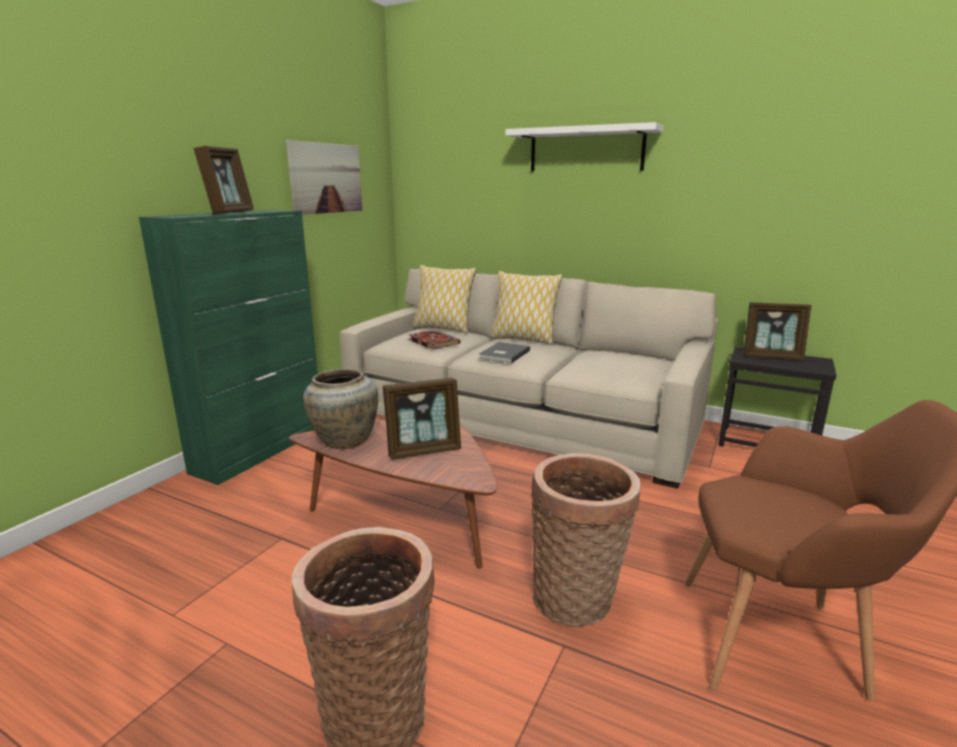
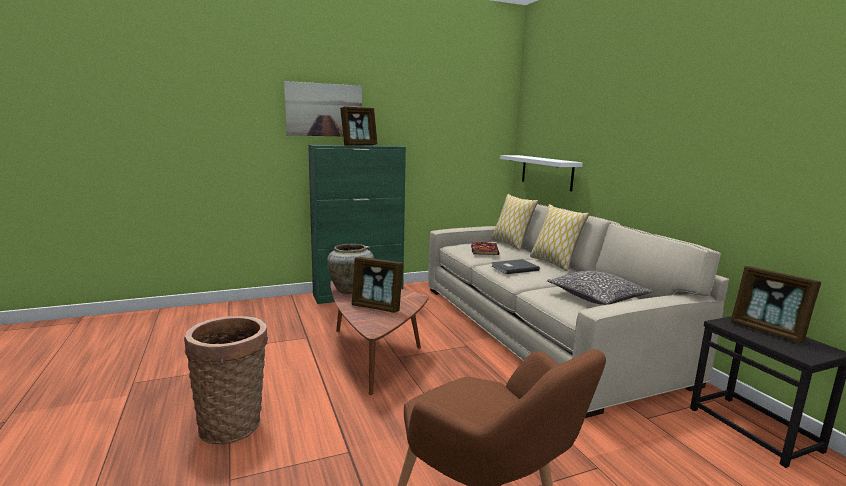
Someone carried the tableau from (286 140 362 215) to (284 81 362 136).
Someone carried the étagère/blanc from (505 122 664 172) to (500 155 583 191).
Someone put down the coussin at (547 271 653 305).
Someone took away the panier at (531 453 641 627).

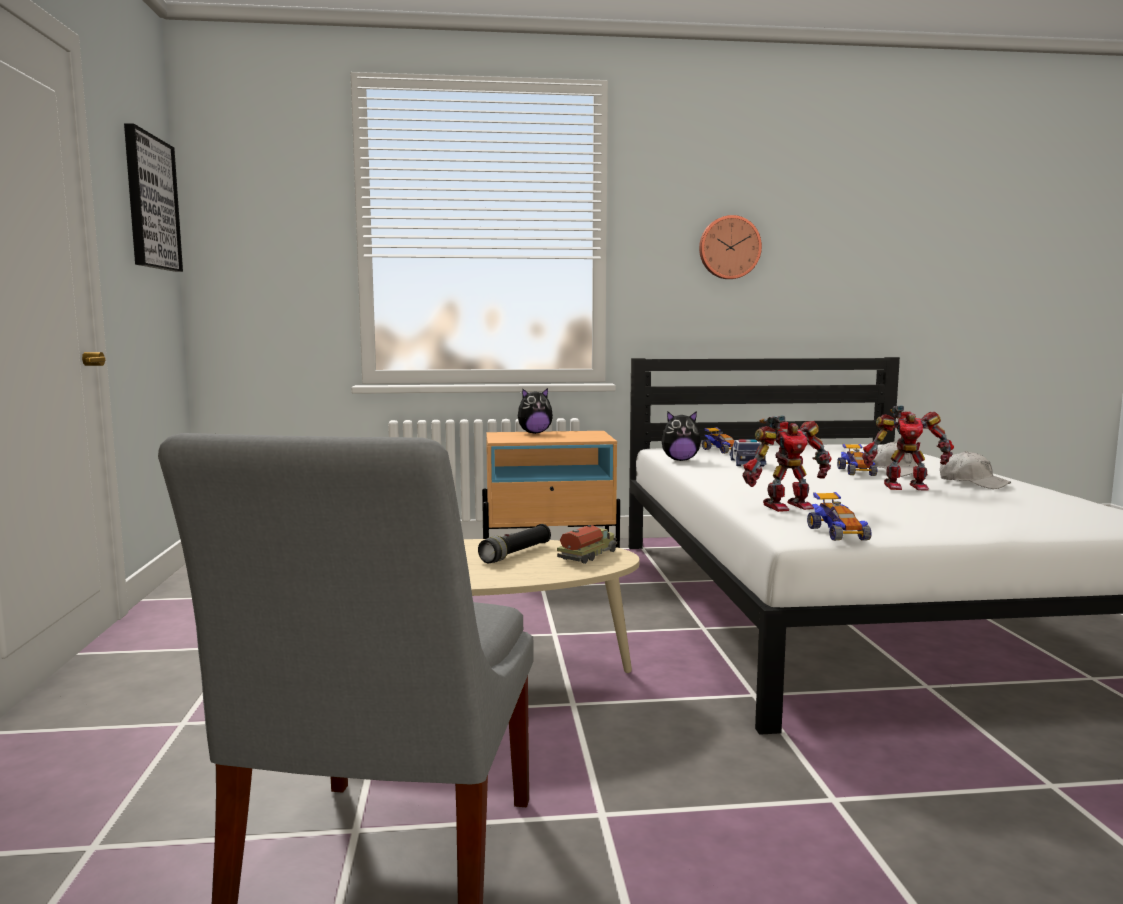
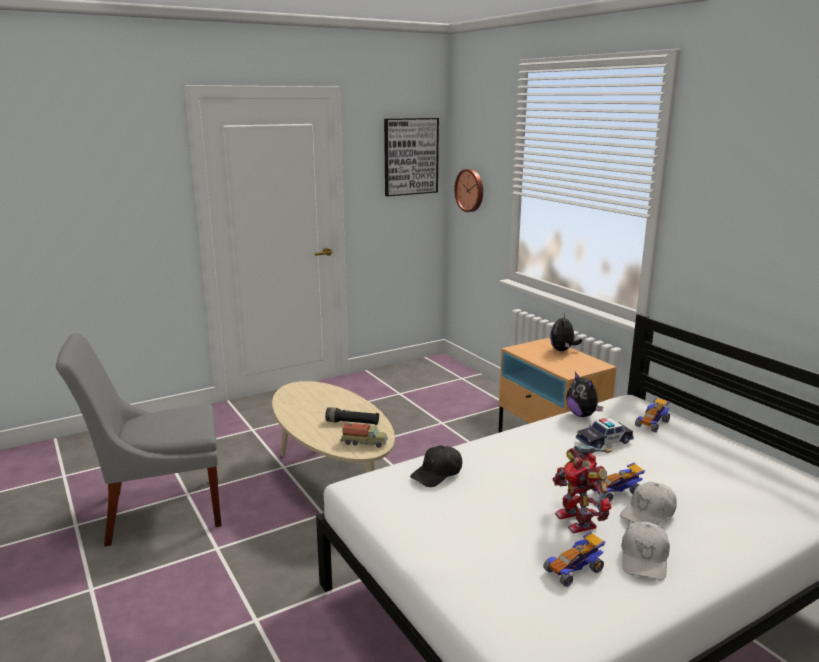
Someone swapped the robot jouet at (743 415 831 512) for the casquette/noir at (410 445 462 487).
Someone carried the horloge murale from (699 215 762 279) to (454 169 483 212).
Someone carried the petite voiture from (807 492 872 541) to (543 531 605 587).
Someone rotated the peluche at (518 388 553 434) by 60 degrees clockwise.

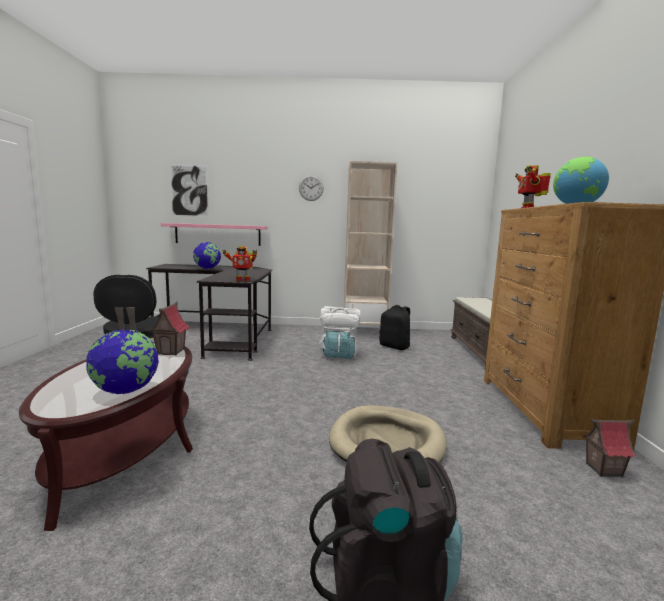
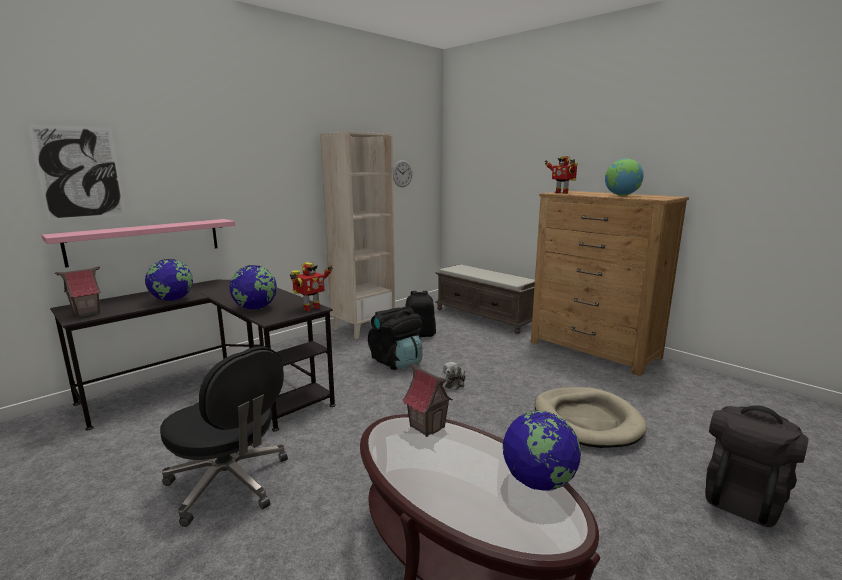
Someone carried the maison miniature from (583 419 637 477) to (55 266 101 318).
Someone put down the globe at (229 265 277 310).
Someone repainted the sac à dos/blanc at (319 306 360 359), which became the sac à dos/noir at (368 307 423 370).
Someone carried the horloge murale from (299 175 324 201) to (393 160 412 187).
Someone put down the peluche at (443 362 465 390).

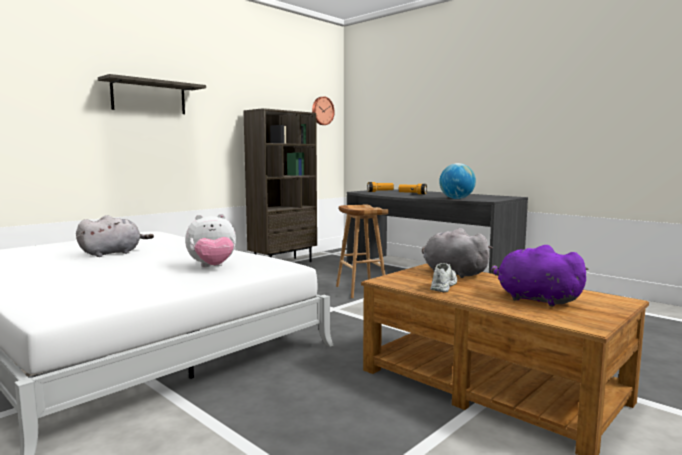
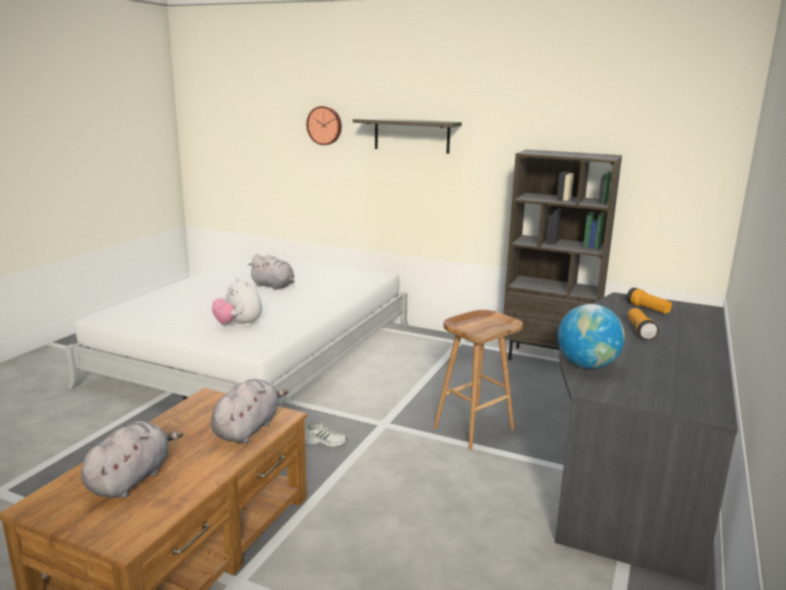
Someone repainted the peluche/violet at (491 245 589 307), which became the peluche/gris at (81 421 183 498).
Someone carried the chaussure/blanc from (430 263 457 292) to (305 423 347 447).
Someone carried the horloge murale from (312 97 335 125) to (306 106 342 145).

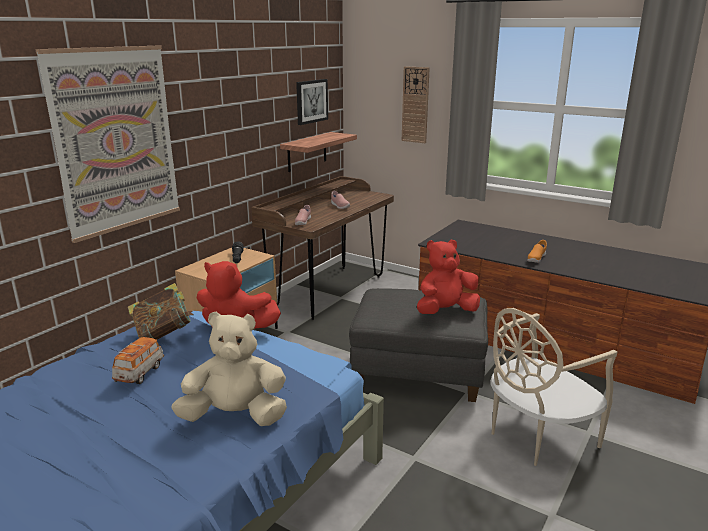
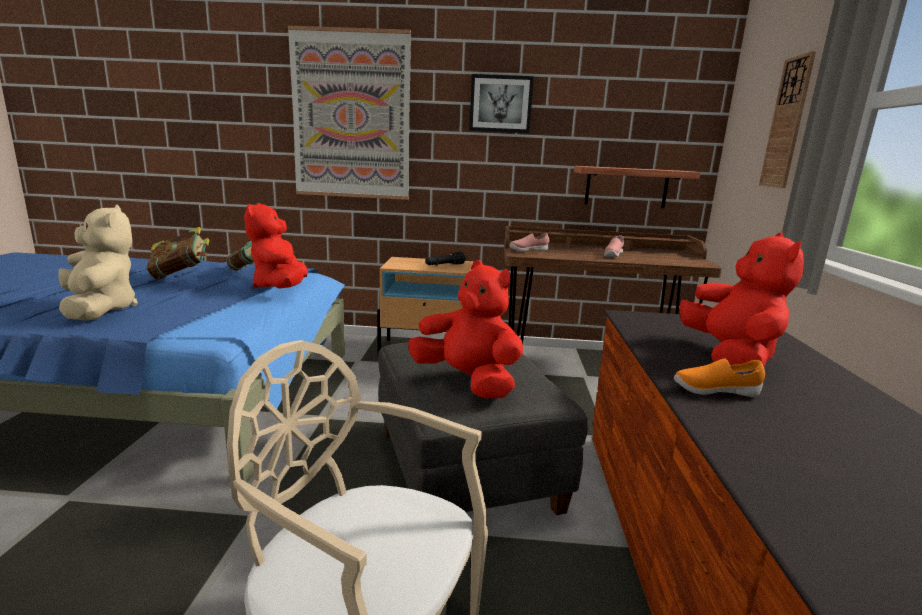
Someone swapped the petite voiture at (112 337 164 384) for the livre at (146 227 209 279).
Someone carried the tableau from (296 79 328 125) to (469 74 534 133).
Someone put down the peluche/rouge at (680 233 804 366).

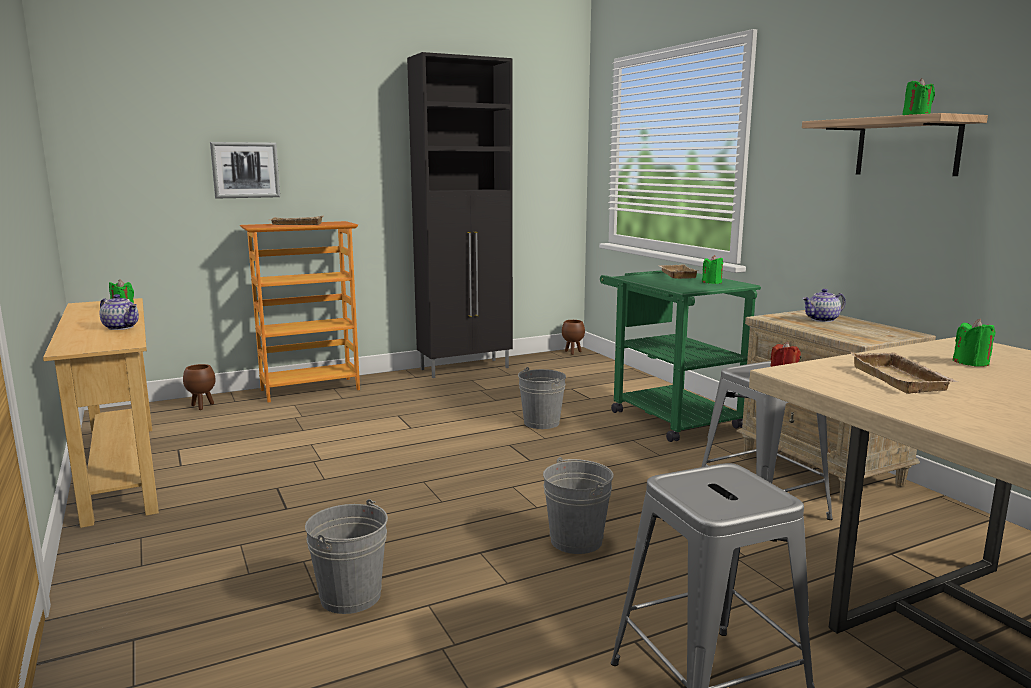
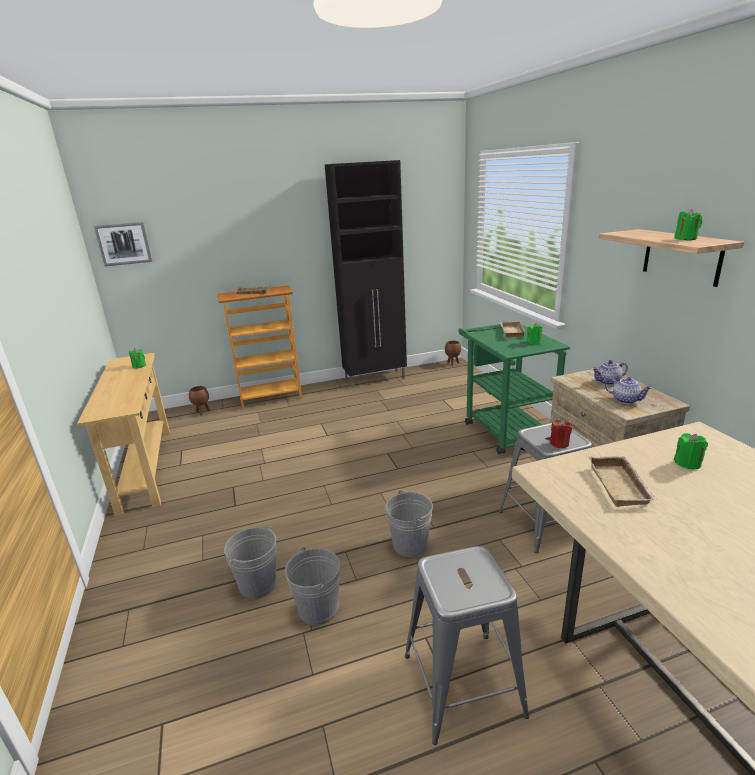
Someone carried the tableau from (210 142 280 198) to (94 222 152 266).
Someone carried the seau/gris from (518 367 566 429) to (285 547 340 626).
Someone carried the théière from (99 294 139 330) to (605 377 652 404).

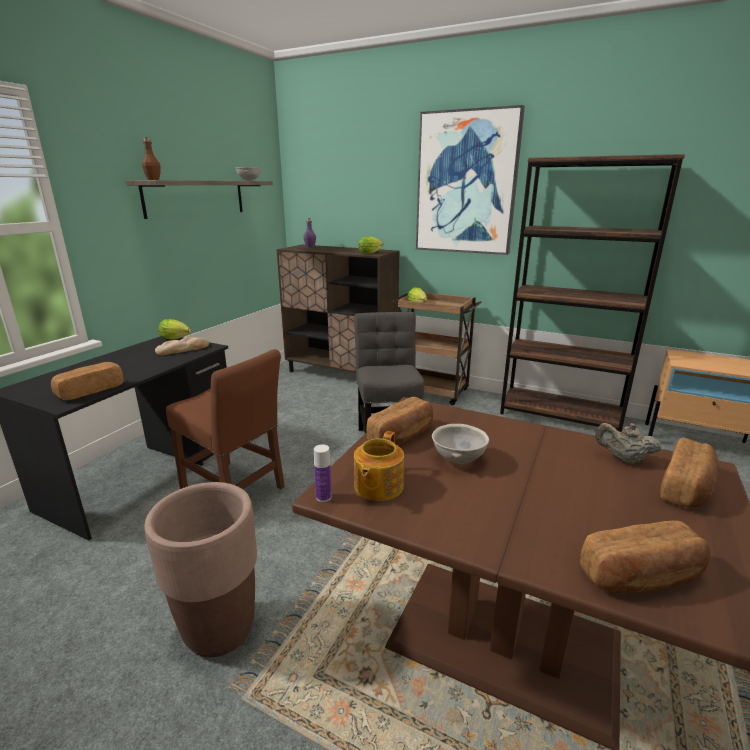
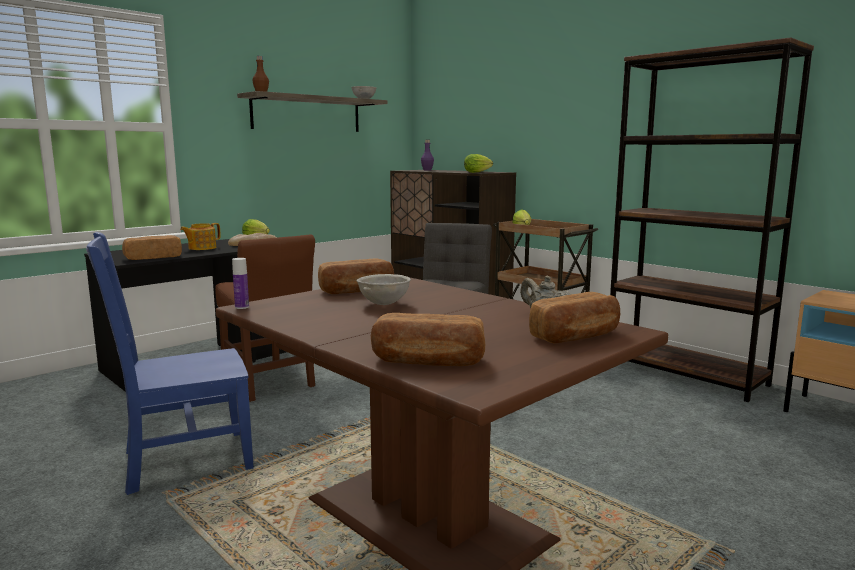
Someone swapped the cache-pot/marron at (145 482 257 657) for the chaise/bleu at (86 232 254 495).
Someone carried the théière from (354 431 404 501) to (180 223 220 250).
Someone took away the tableau at (416 105 525 255).

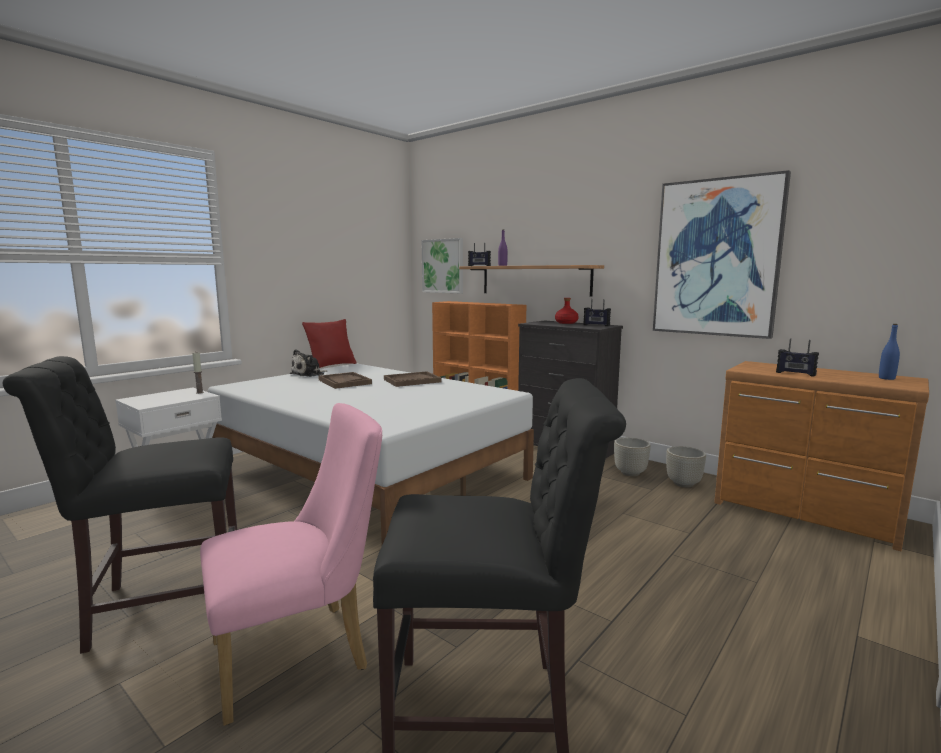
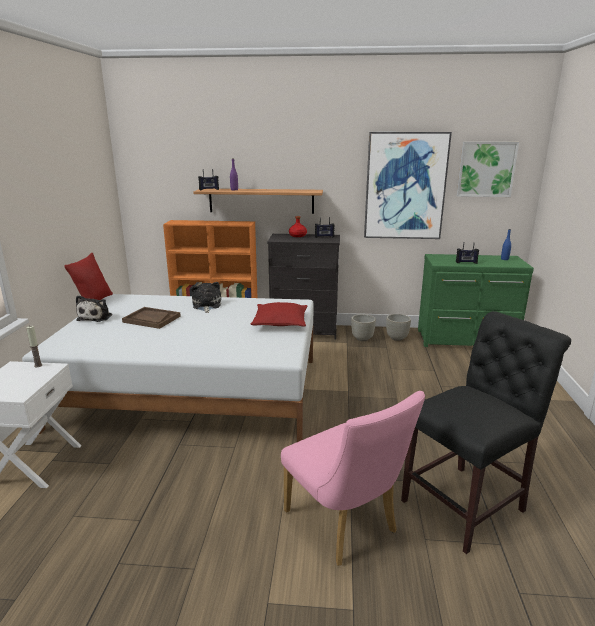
Someone swapped the plateau/marron at (384 371 441 387) for the peluche at (191 282 221 313).
Someone put down the coussin/rouge at (251 302 307 327).
Someone rotated the chaise/rose at (200 403 382 726) by 120 degrees clockwise.
Someone repainted the commode/marron at (714 361 929 551), which became the commode/vert at (418 254 534 347).
Someone carried the tableau from (421 238 463 293) to (457 142 519 197).
Someone took away the chaise/noir at (3 356 237 654).

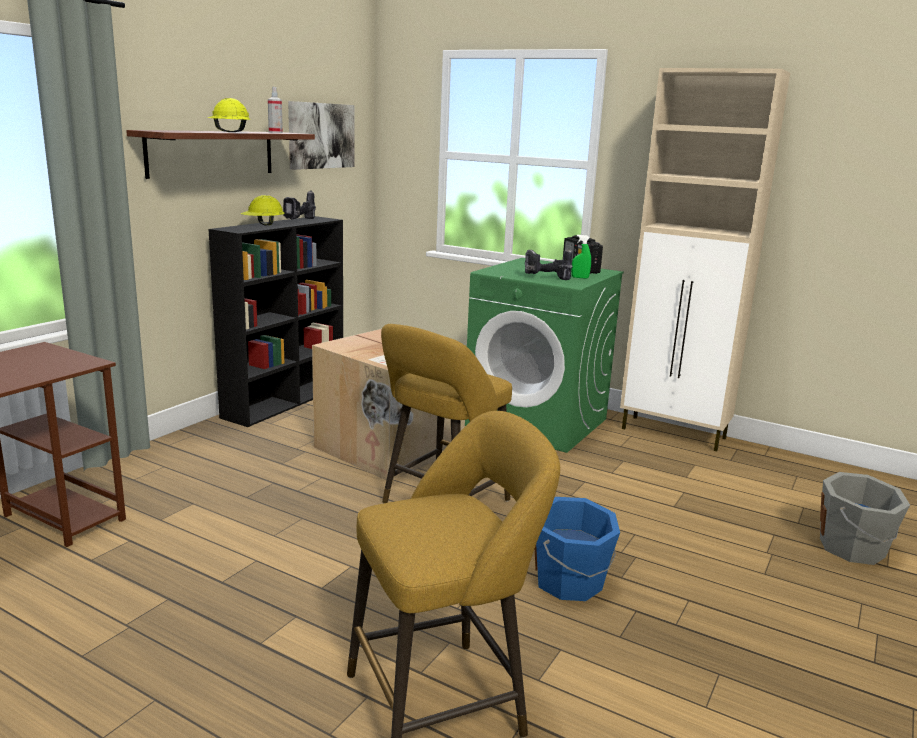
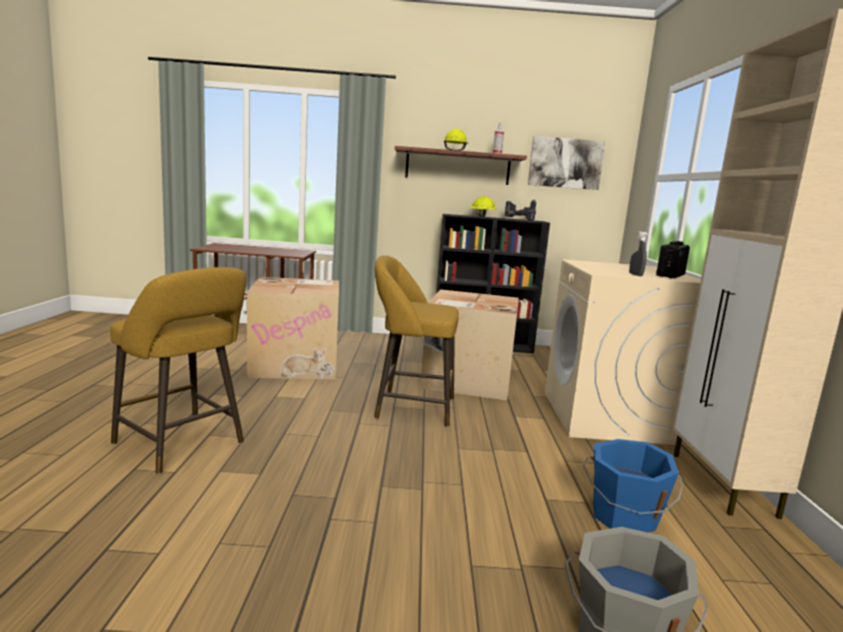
Someone put down the carton at (247 277 339 380).
Someone repainted the lave-linge/vert at (465 258 624 453), which became the lave-linge/beige at (545 260 701 445).
Someone carried the seau/bleu from (535 497 620 601) to (583 439 684 533).
Someone repainted the vaporisateur/vert at (571 235 591 279), which became the vaporisateur/gris at (629 231 648 276).
Someone took away the perceuse at (525 248 573 280).

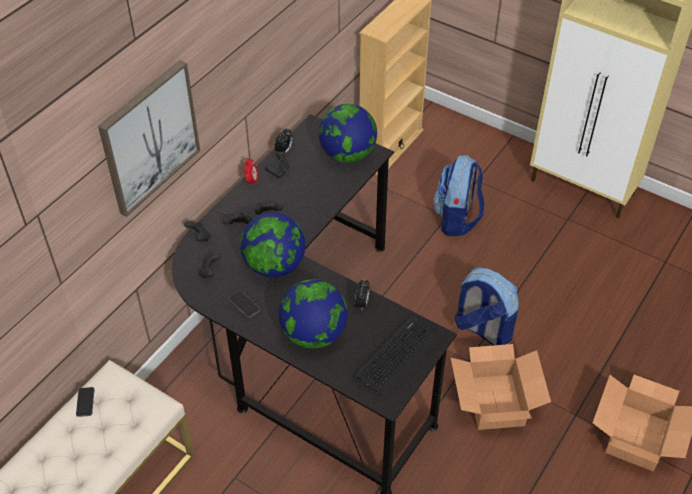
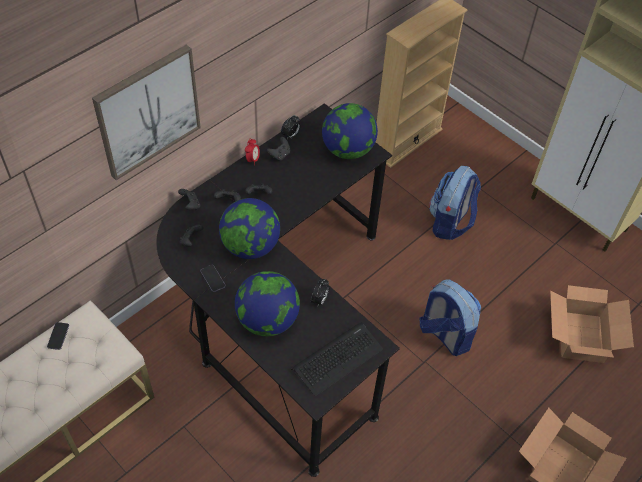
Someone carried the carton from (451 344 551 430) to (550 285 634 363).

